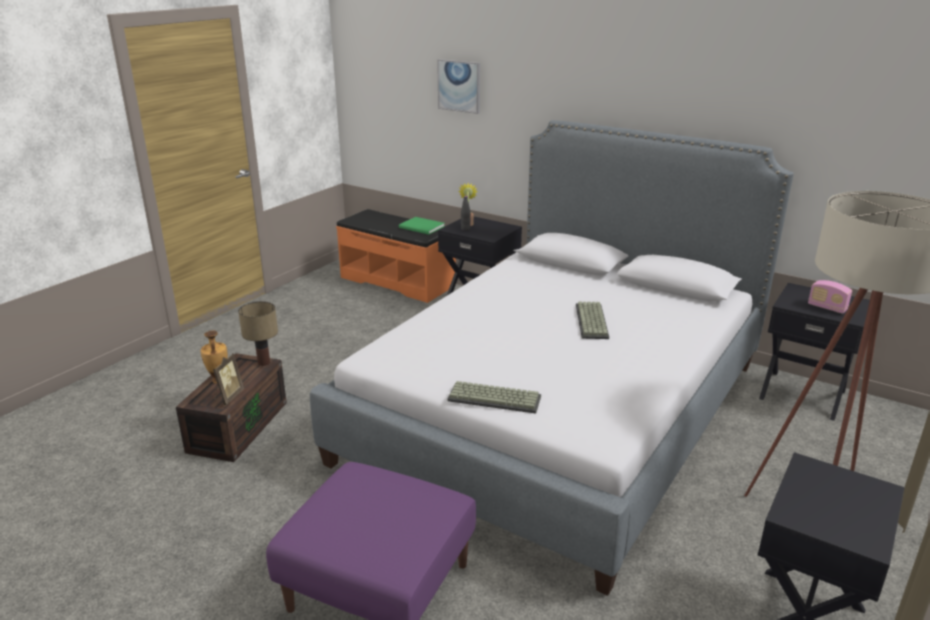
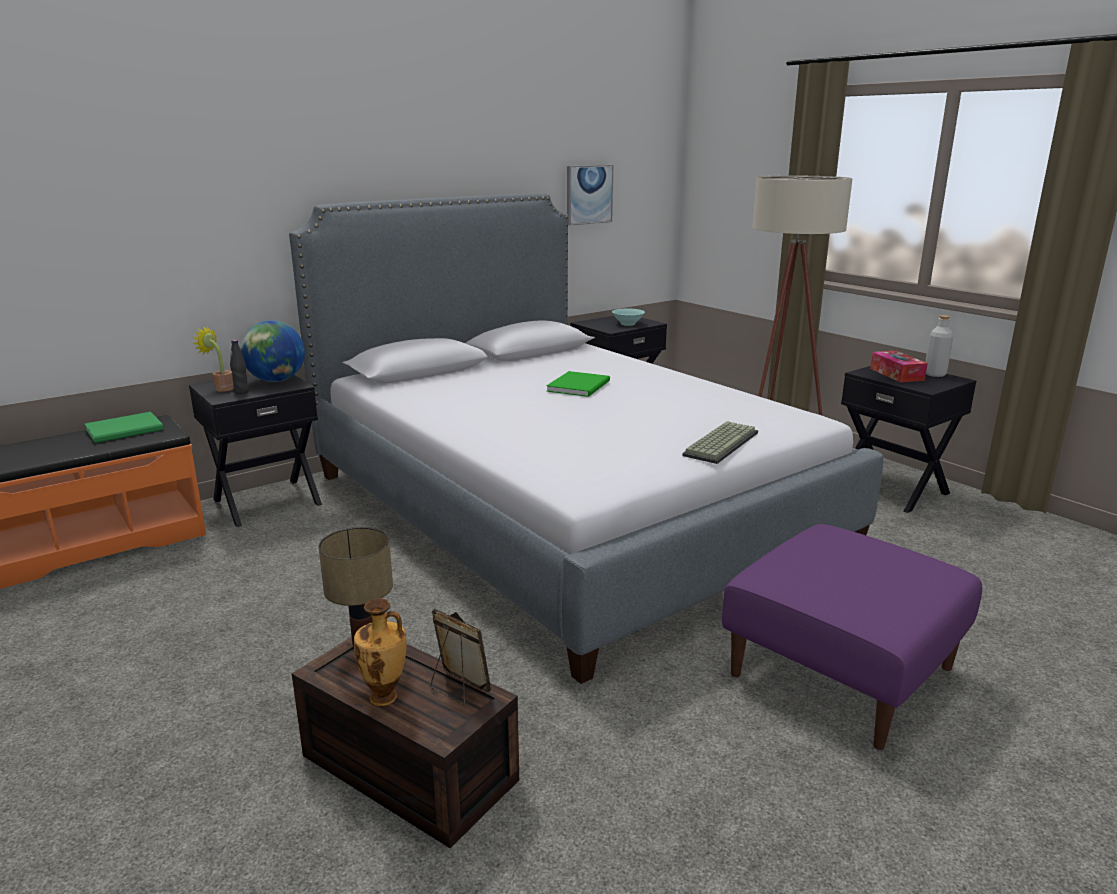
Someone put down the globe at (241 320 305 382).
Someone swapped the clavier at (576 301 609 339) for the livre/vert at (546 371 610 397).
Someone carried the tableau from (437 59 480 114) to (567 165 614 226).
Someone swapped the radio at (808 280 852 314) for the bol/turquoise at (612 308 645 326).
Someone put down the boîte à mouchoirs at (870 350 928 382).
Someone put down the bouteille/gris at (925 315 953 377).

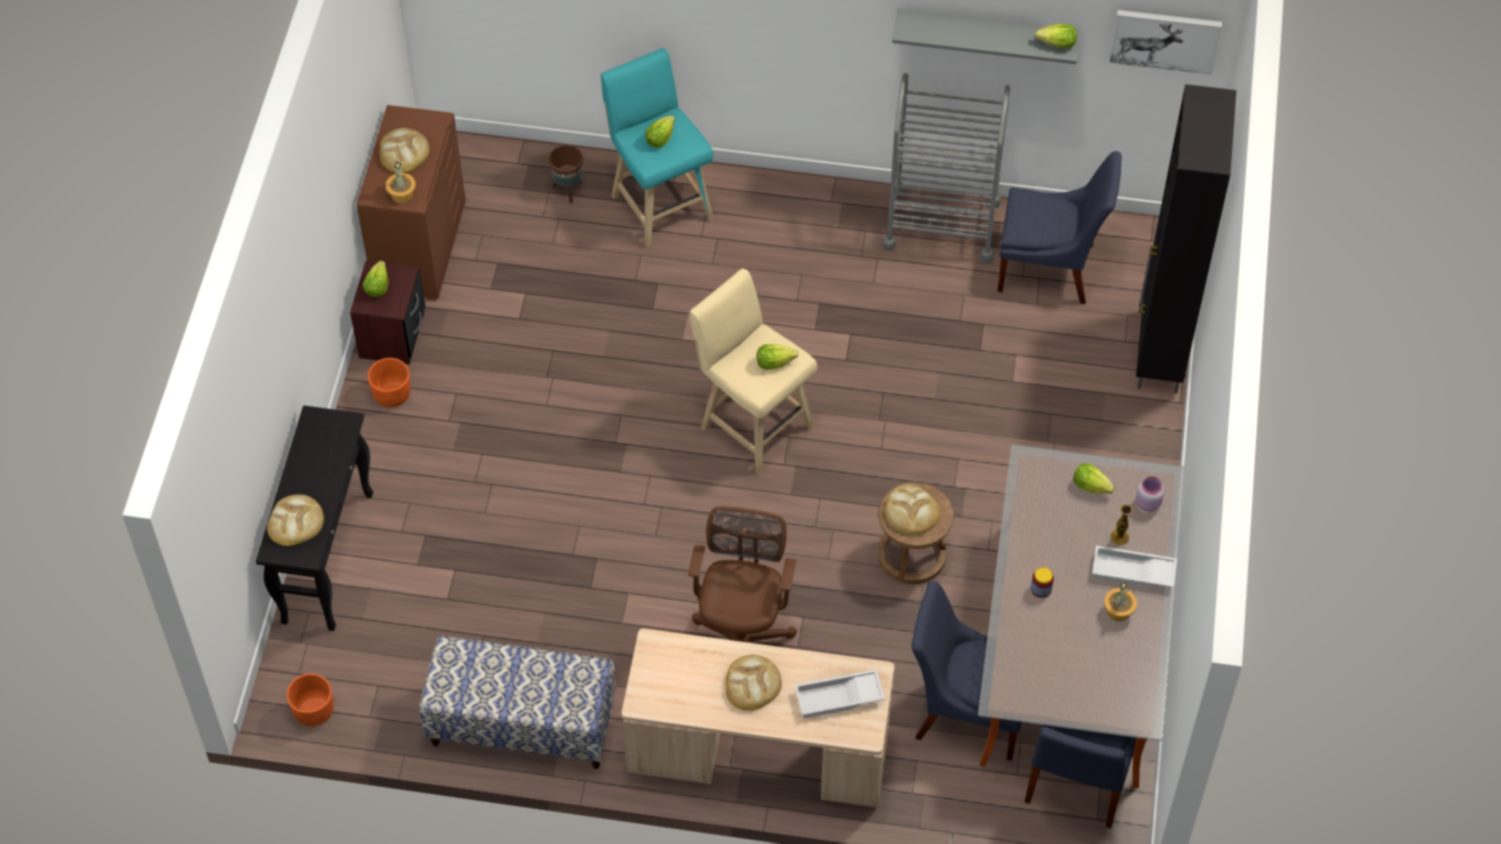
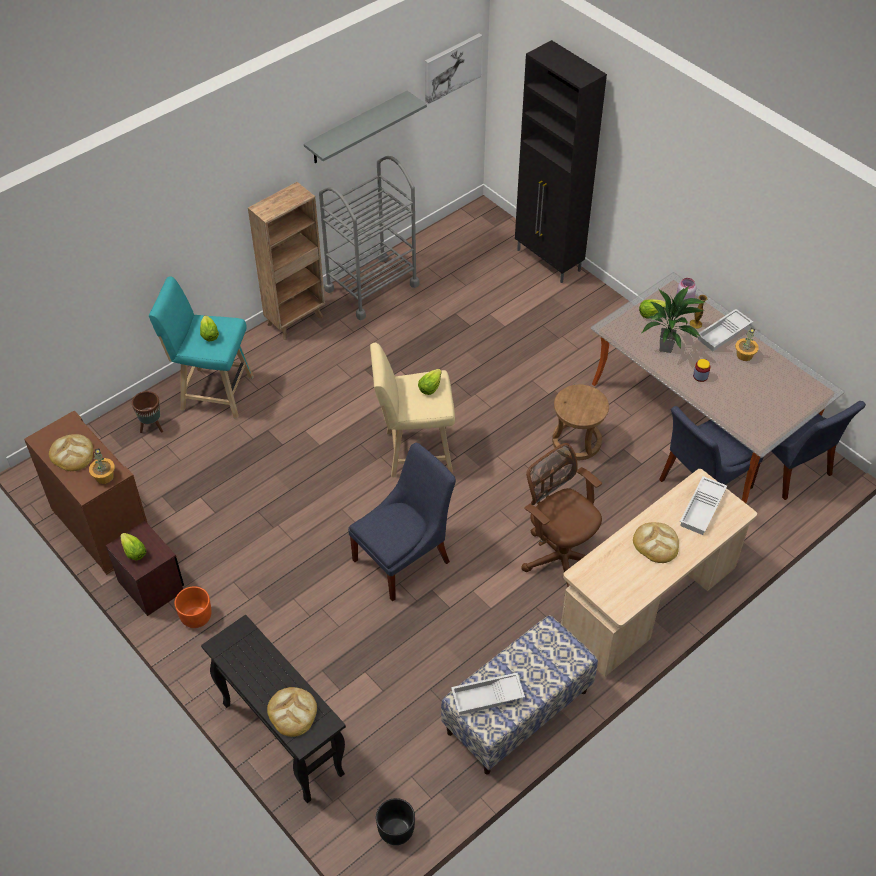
Someone put down the bibliothèque/marron at (248 182 325 340).
Someone carried the chaise/bleu from (998 151 1122 304) to (348 443 456 601).
Someone repainted the cache-pot/orange at (287 673 334 727), which became the cache-pot/noir at (376 798 415 845).
Someone put down the plateau/blanc at (451 673 525 715).
Someone put down the plante en pot at (642 286 706 353).
Someone took away the pain at (885 484 940 535).
Someone took away the laitue at (1035 24 1077 48).

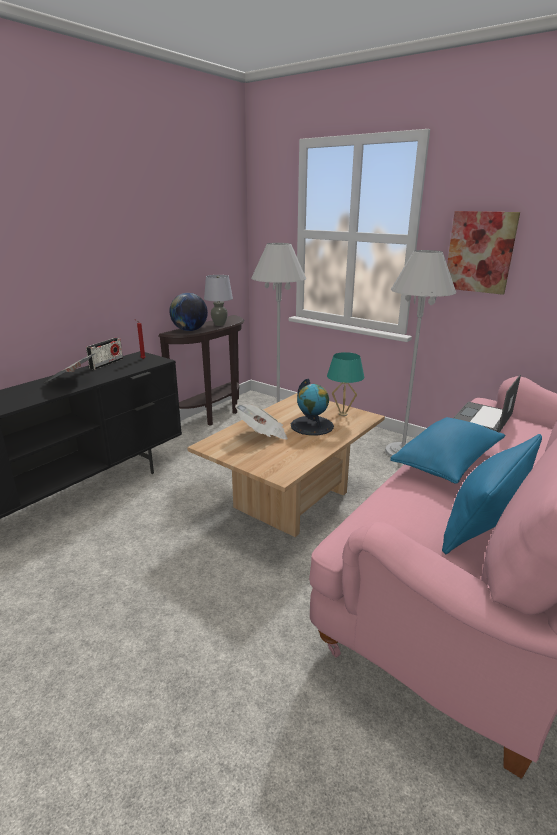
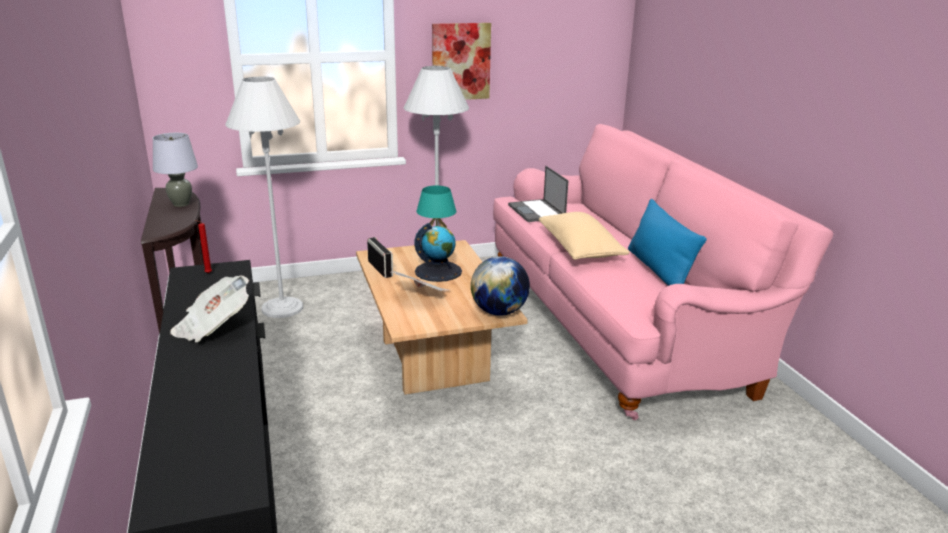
Someone carried the radio from (86 338 123 370) to (367 237 393 278).
Someone carried the globe from (169 293 208 331) to (471 256 530 316).
Someone repainted the coussin/bleu at (390 417 505 484), which became the coussin/beige at (539 212 630 260).

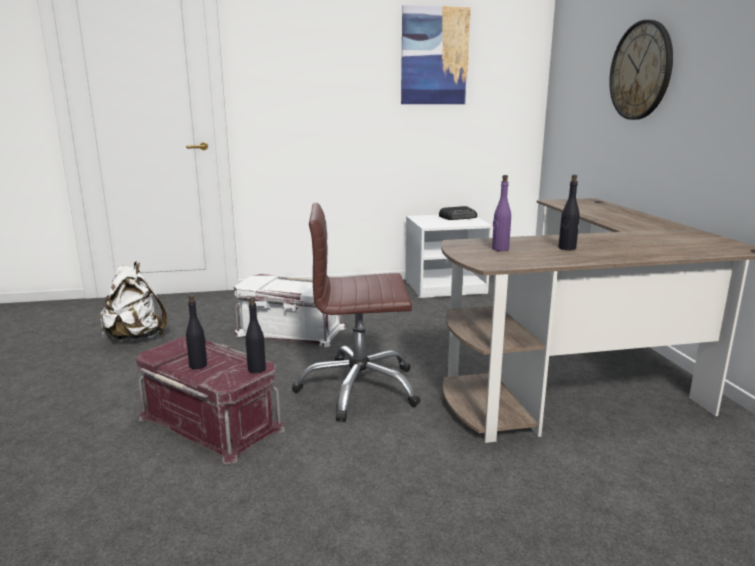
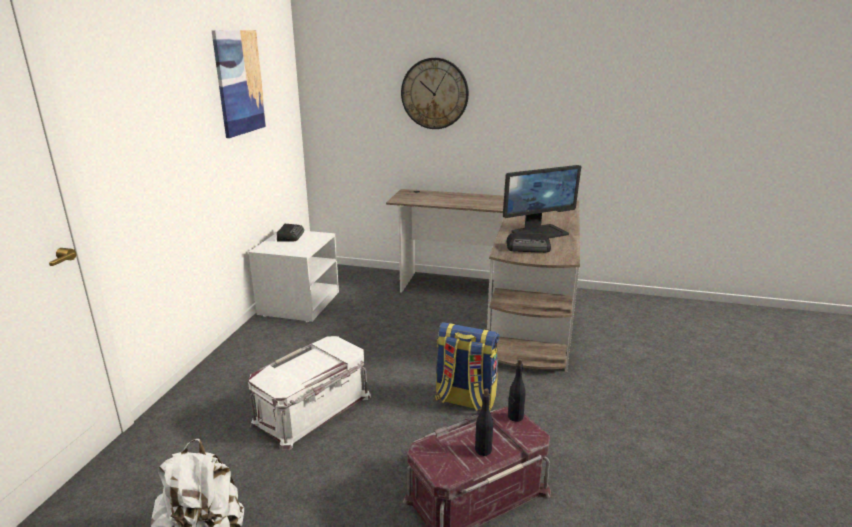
Someone swapped the chaise de bureau/marron at (292 203 421 422) for the sac à dos at (435 322 499 411).
Someone swapped the bouteille/noir at (558 175 580 250) for the écran d'ordinateur at (503 165 581 238).
Someone swapped the bouteille/violet at (492 175 511 251) for the radio at (507 233 551 252).

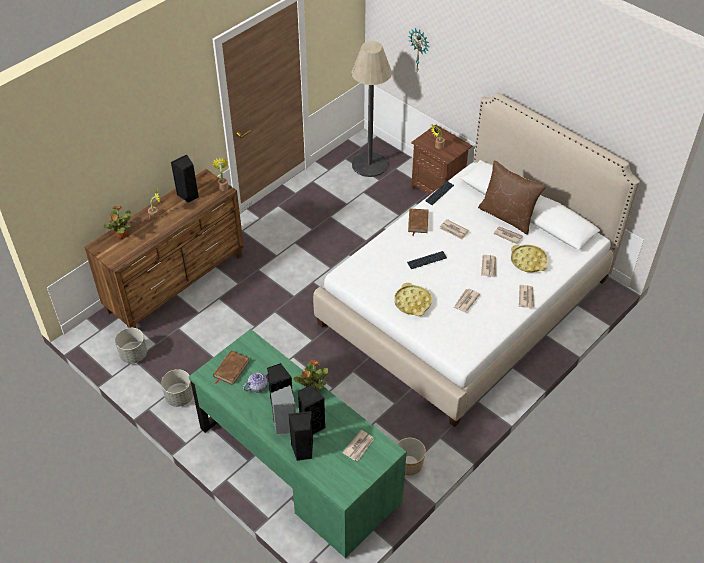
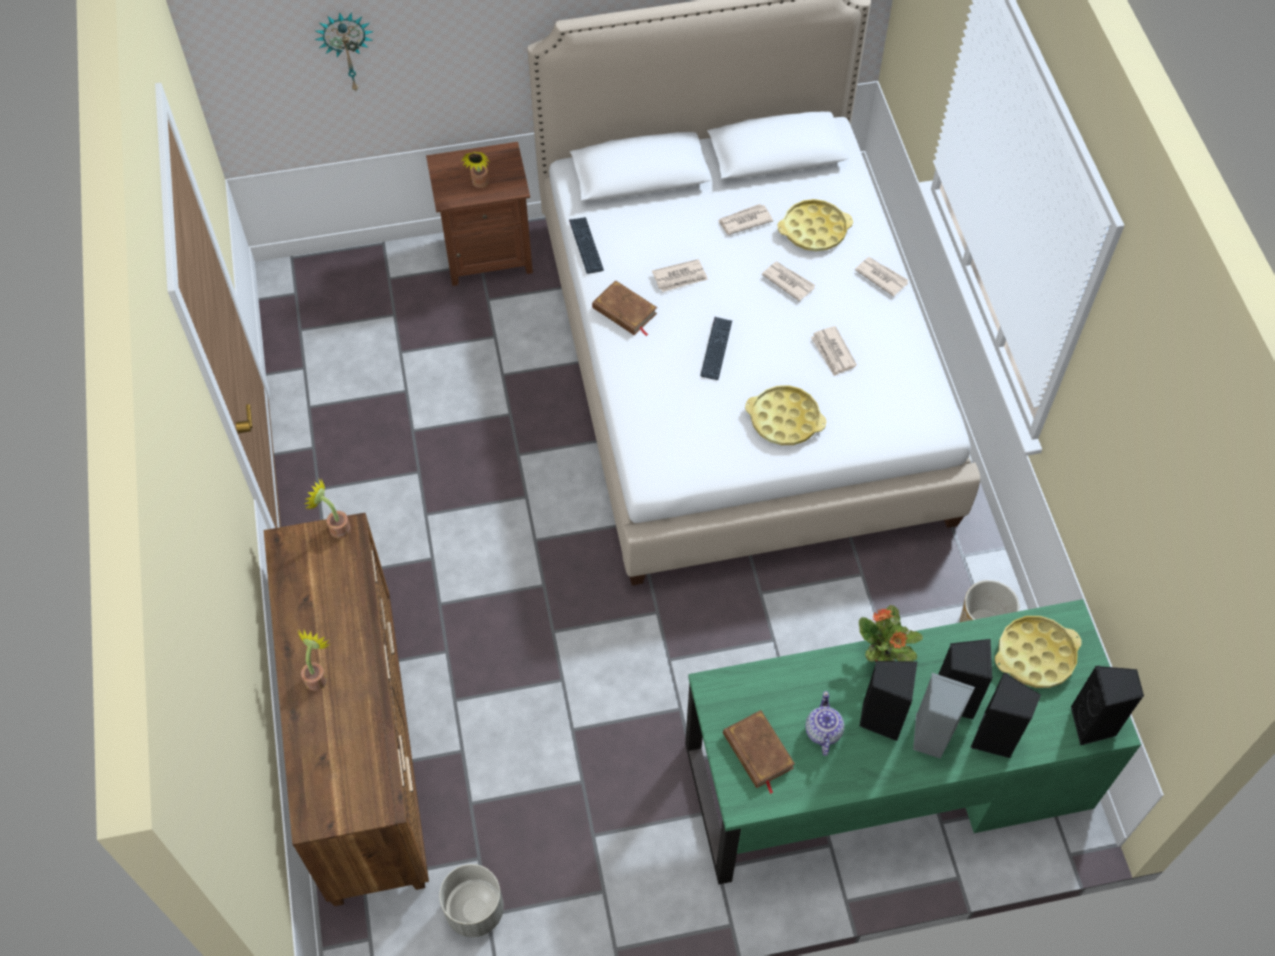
Someone swapped the journal at (342 430 375 461) for the plateau/jaune at (995 616 1082 688).
Someone carried the enceinte/noir from (171 155 199 203) to (1071 666 1144 746).
Someone took away the plante en pot at (104 206 133 239).
Someone took away the cache-pot/gris at (161 369 193 407).
Someone took away the lampadaire at (351 41 392 177).
Someone took away the coussin/marron at (478 160 546 235).

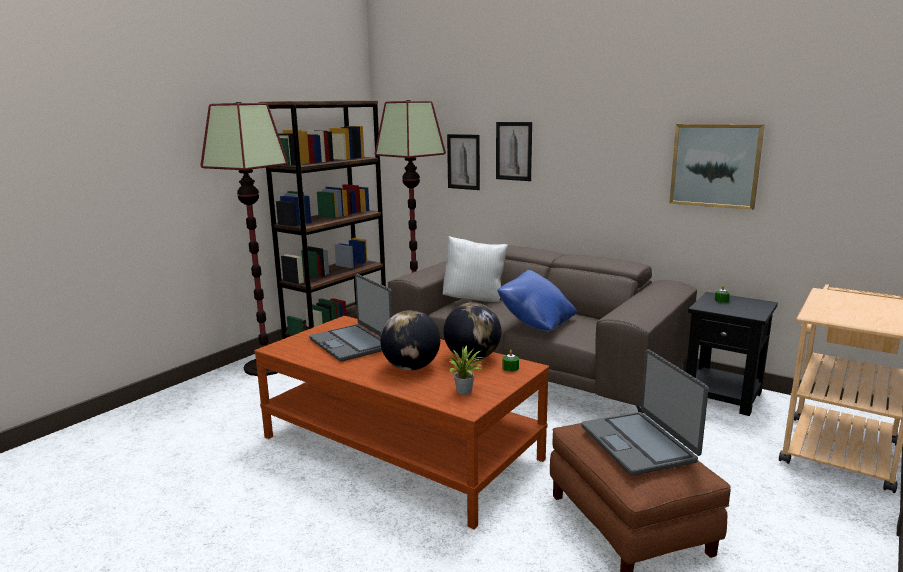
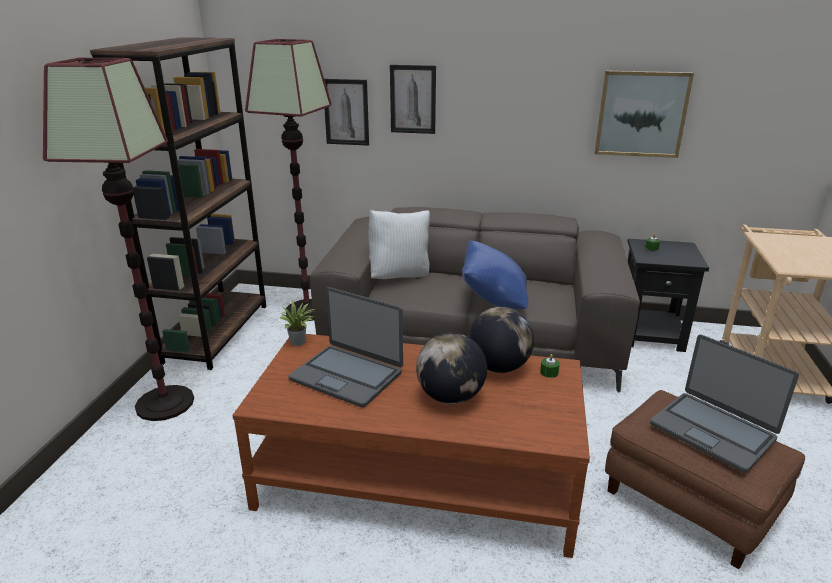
Someone carried the plante en pot from (446 346 486 395) to (280 300 316 346).

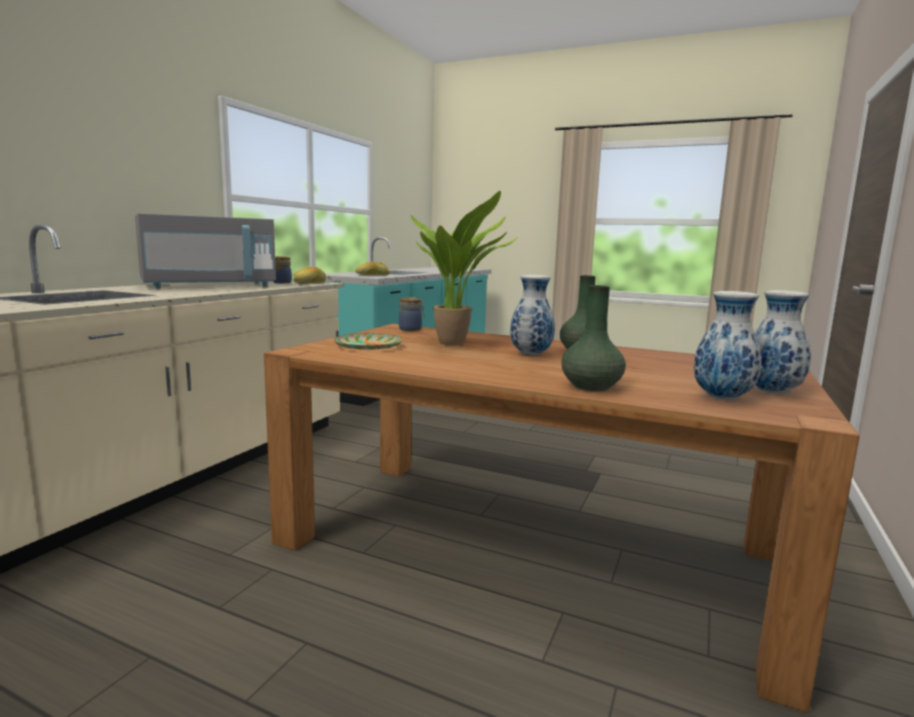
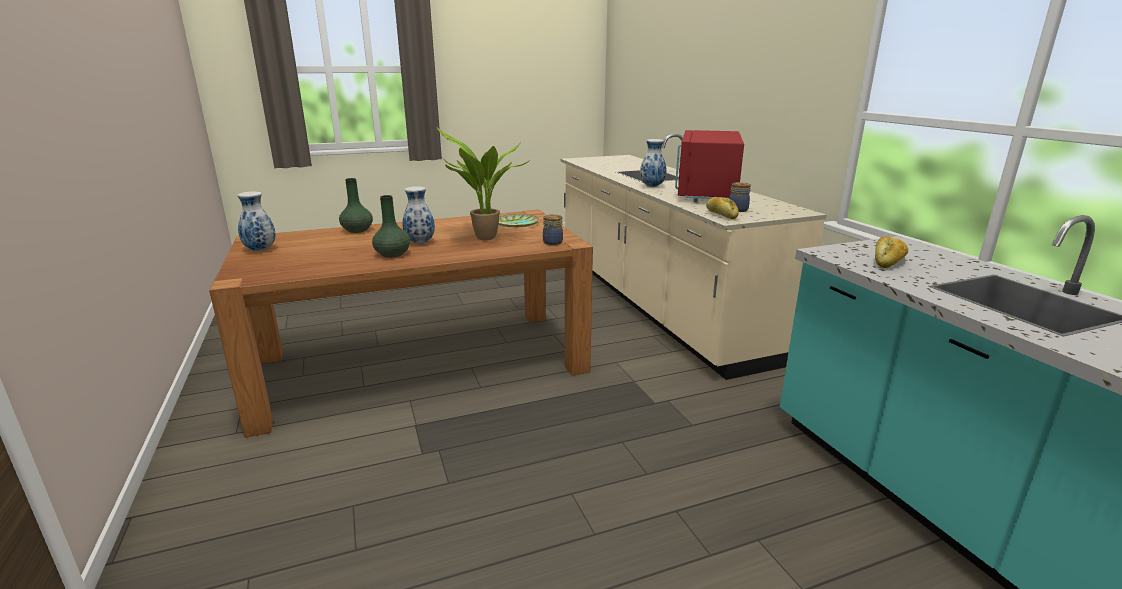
Someone carried the vase from (694 291 762 400) to (640 139 666 187).
Someone repainted the micro-ondes/gris at (135 213 276 288), which became the micro-ondes/rouge at (675 130 744 203).

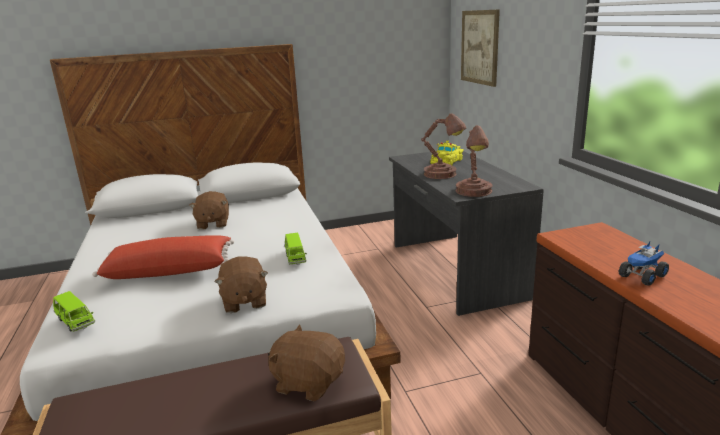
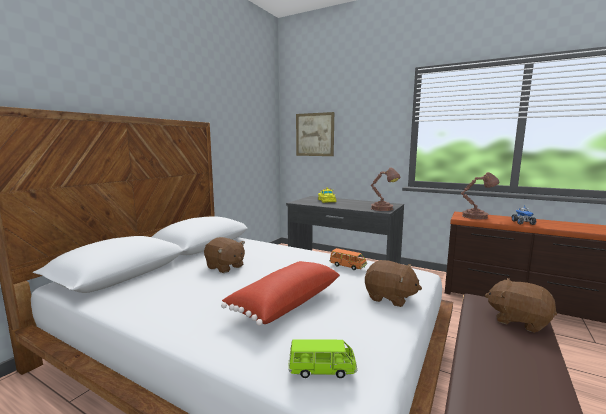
Someone repainted the petite voiture/vert at (284 233 307 265), which became the petite voiture/orange at (330 248 367 270).
Someone carried the lampe de table/marron from (421 113 466 179) to (461 172 499 219).
Someone rotated the peluche/marron at (268 324 345 402) by 60 degrees clockwise.

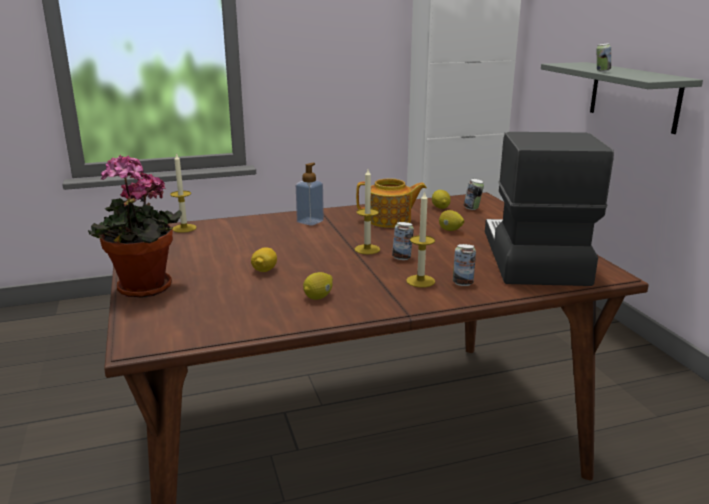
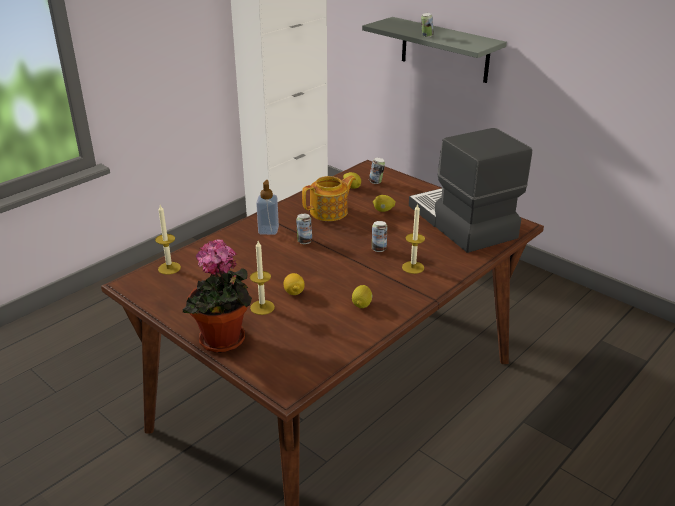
Someone carried the bougie from (354 169 380 254) to (250 241 275 315).
Someone carried the boîte métallique from (453 244 476 286) to (296 214 312 244).

